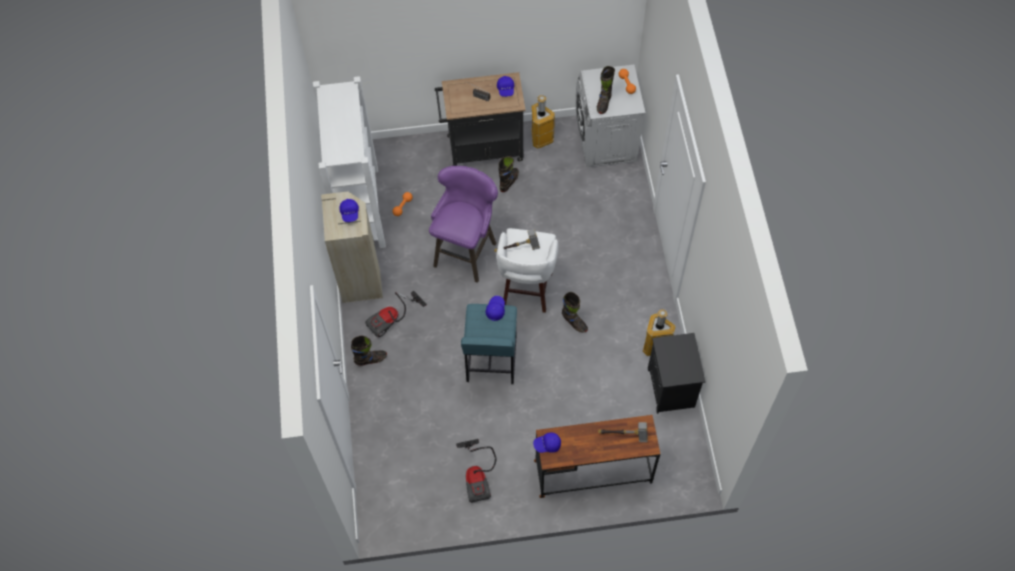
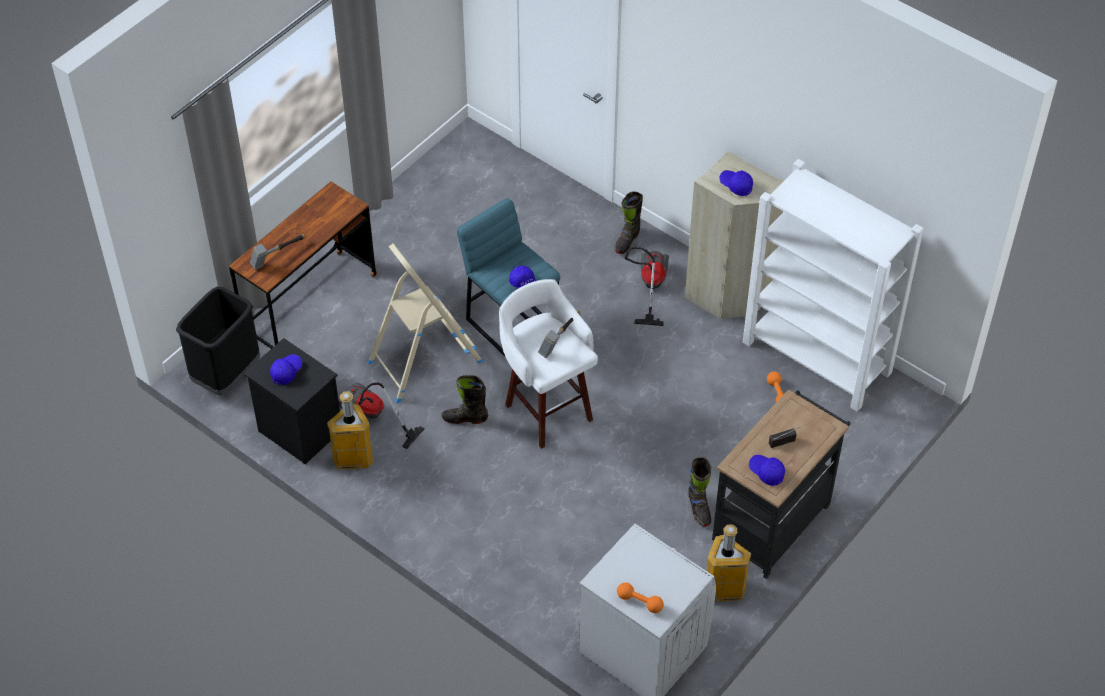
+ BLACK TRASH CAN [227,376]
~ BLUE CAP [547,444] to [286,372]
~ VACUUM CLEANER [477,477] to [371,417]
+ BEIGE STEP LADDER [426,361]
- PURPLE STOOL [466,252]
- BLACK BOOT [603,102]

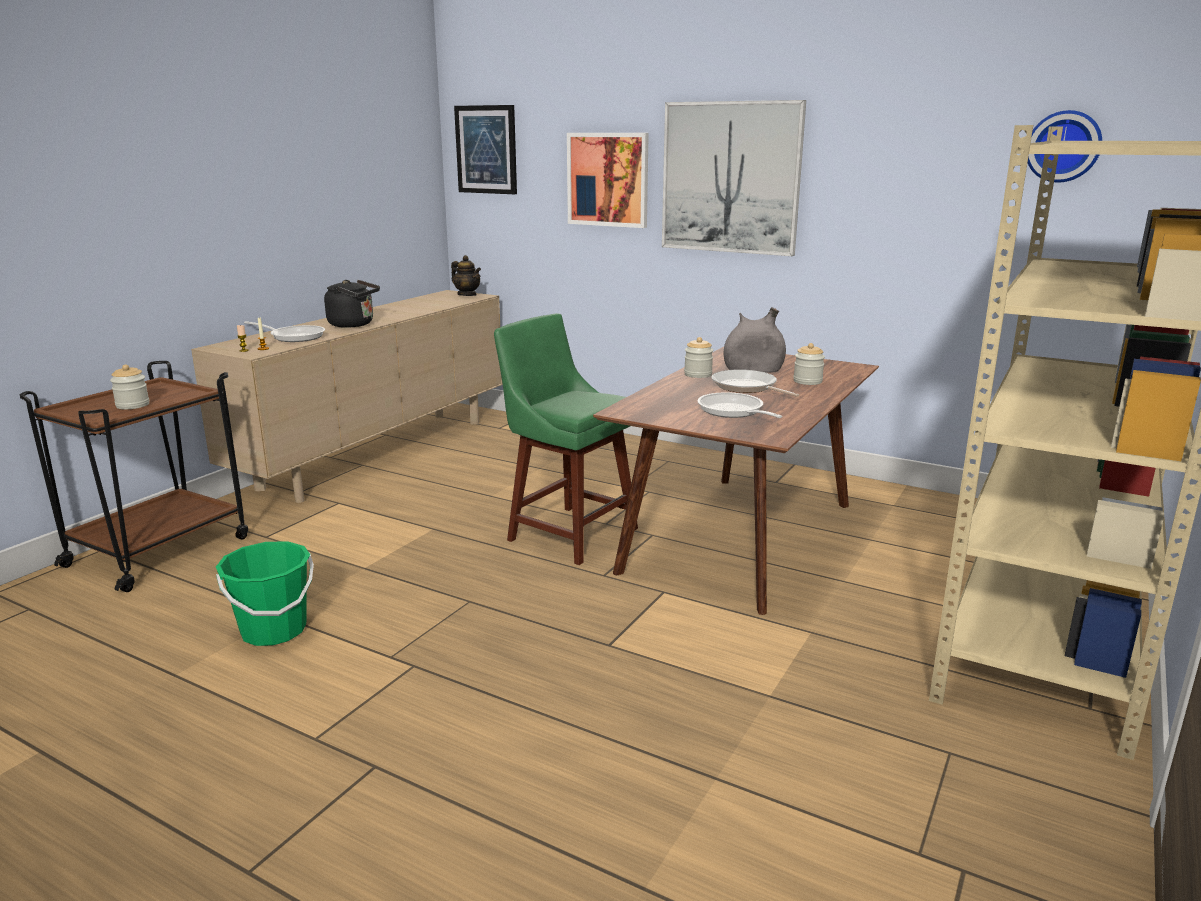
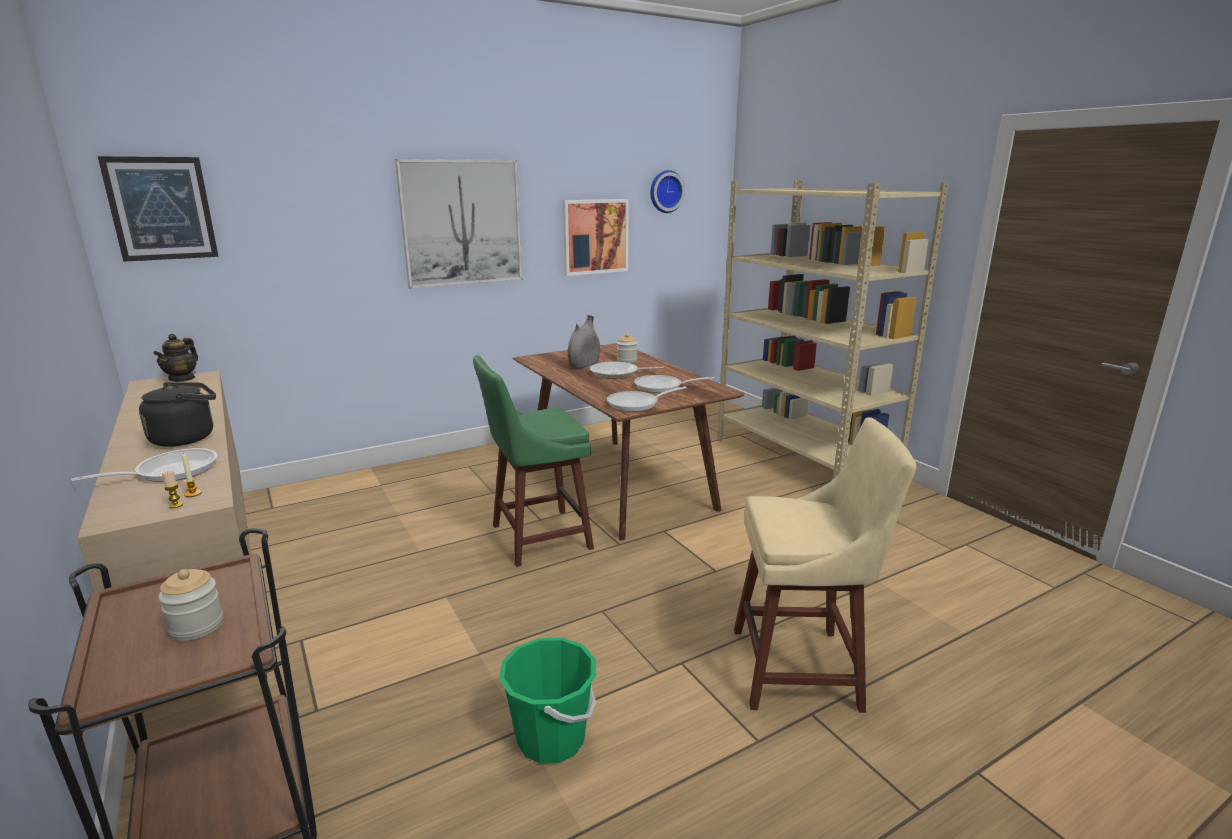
~ TEAPOT [467,295] = [182,378] 120 degrees clockwise
~ PICTURE [608,179] to [595,236]
+ FRYING PAN [637,404]
+ BEIGE CHAIR [803,668]
- JAR [698,374]

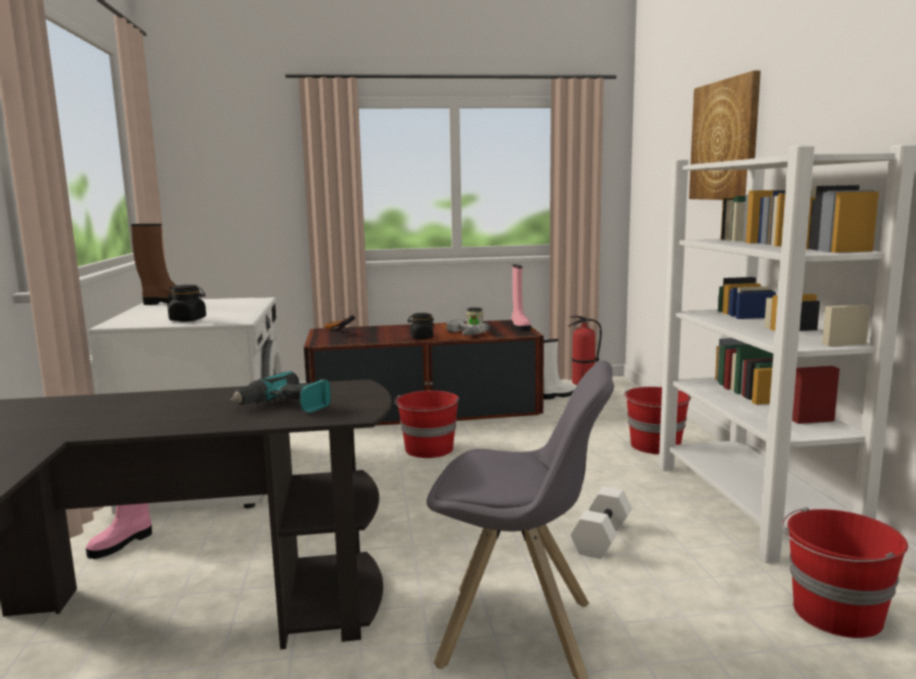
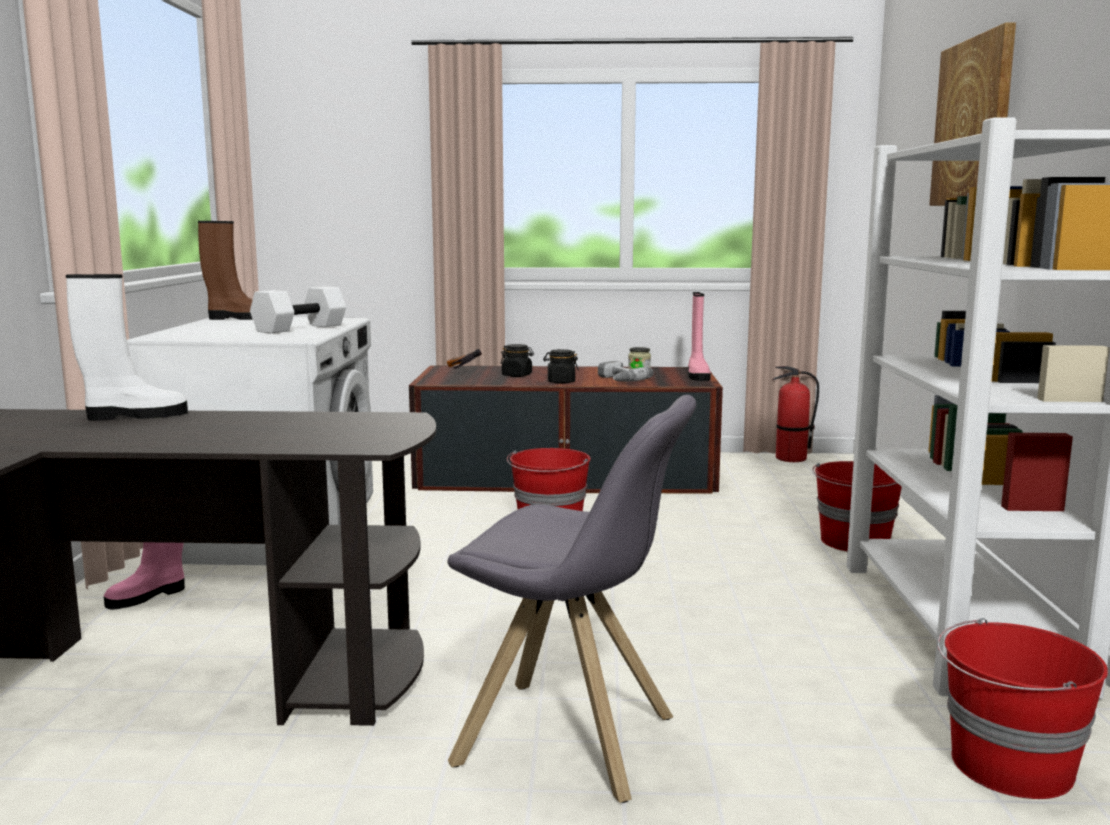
~ WHITE BOOT [557,396] to [134,416]
~ WHITE DUMBBELL [600,537] to [300,328]
~ BLACK JAR [188,320] to [517,375]
- POWER DRILL [285,406]

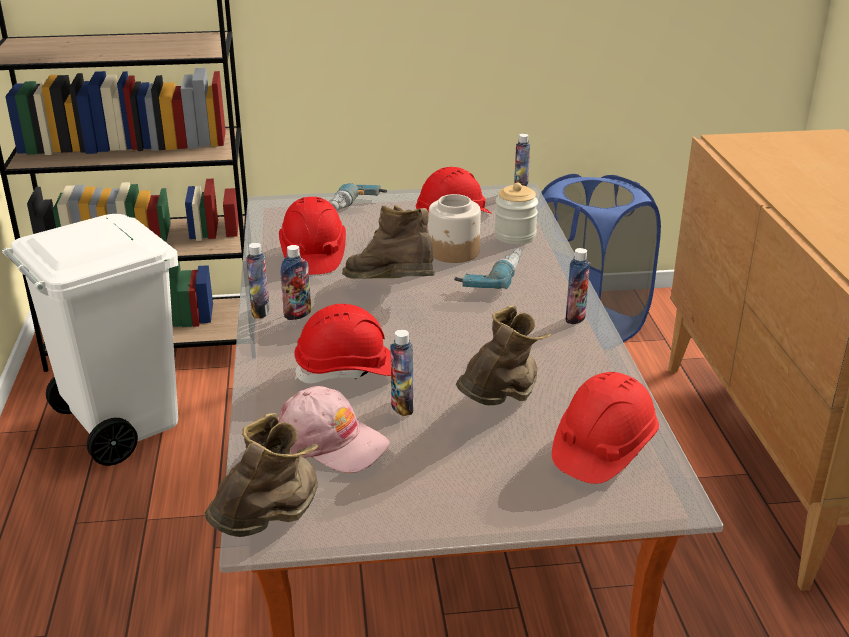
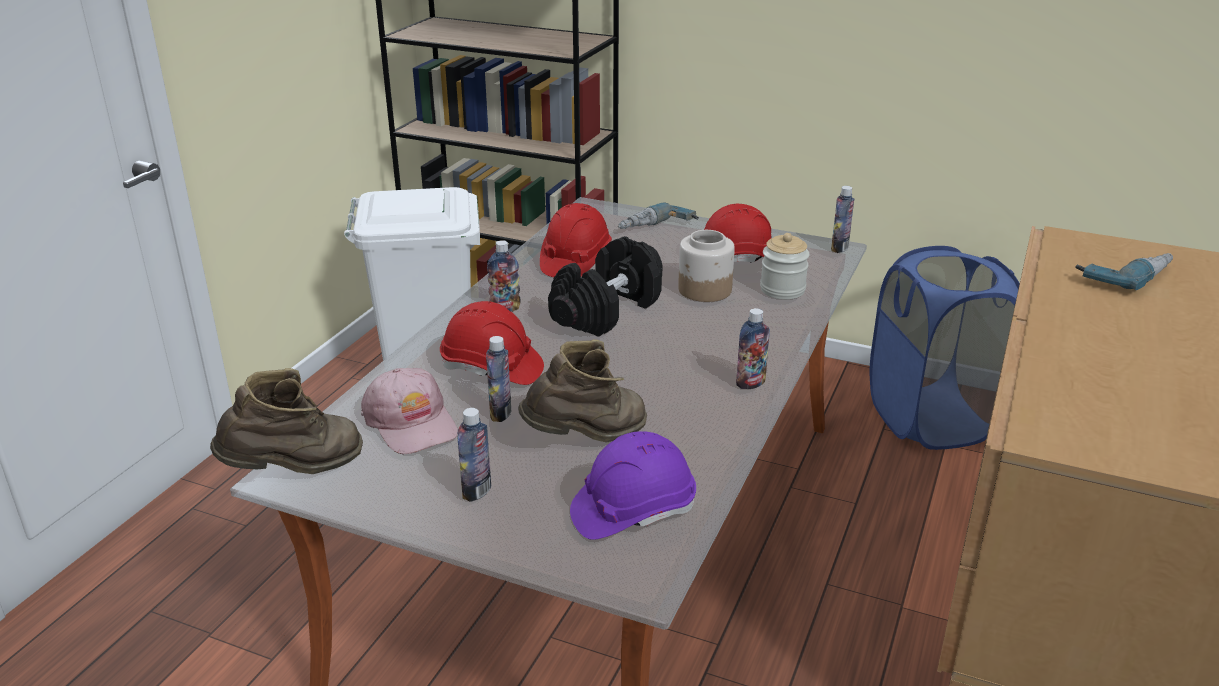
~ BOTTLE [260,312] to [477,491]
~ BROWN BOOT [391,291] to BLACK DUMBBELL [606,310]
~ RED HARD HAT [603,449] to PURPLE HARD HAT [633,511]
~ POWER DRILL [490,276] to [1123,275]

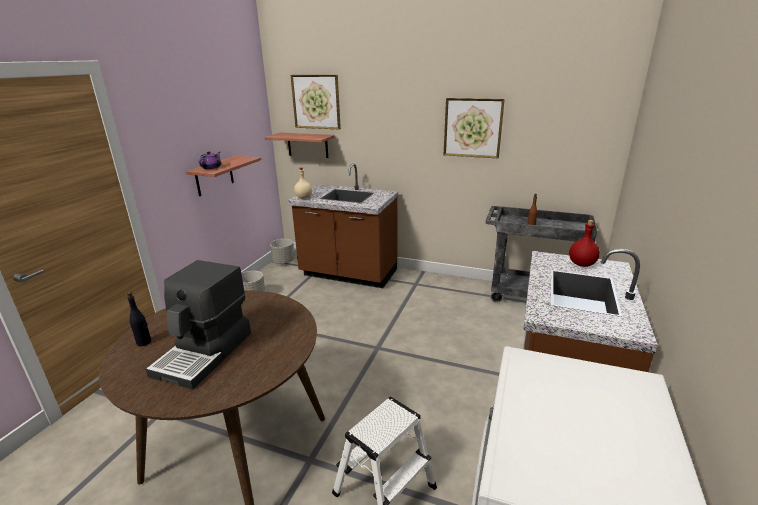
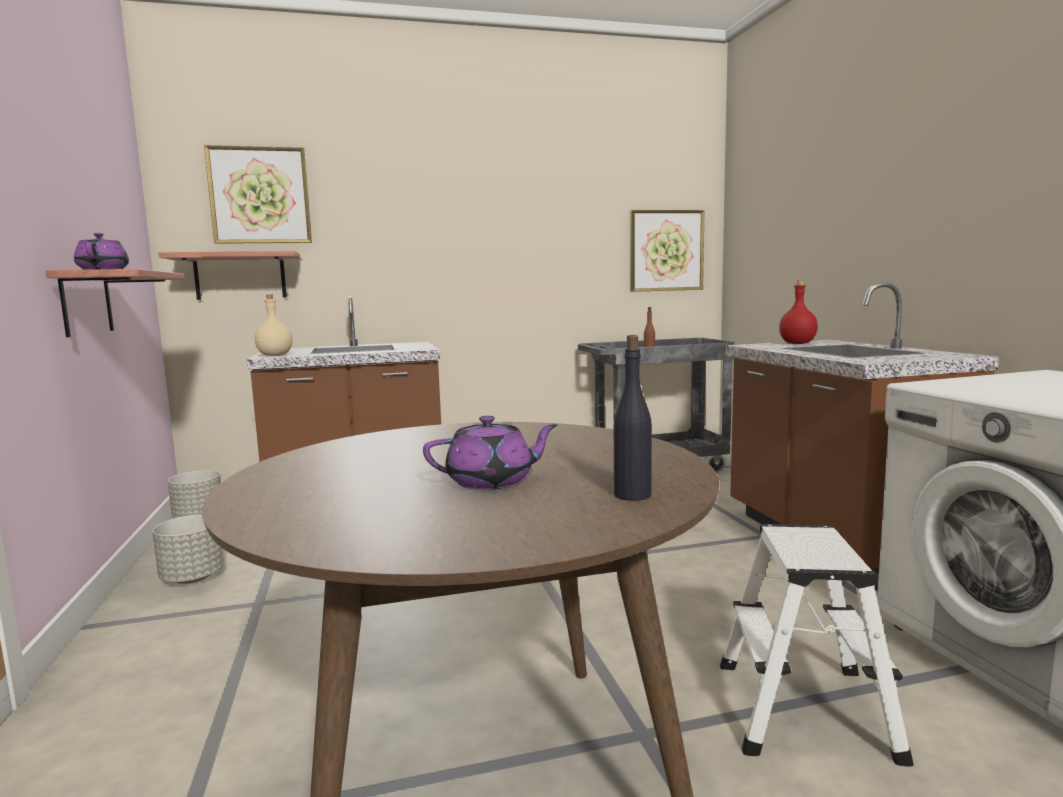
~ COFFEE MACHINE [205,353] to PURPLE TEAPOT [492,482]
~ BLACK BOTTLE [144,342] to [633,495]
~ PICTURE [472,128] to [666,251]

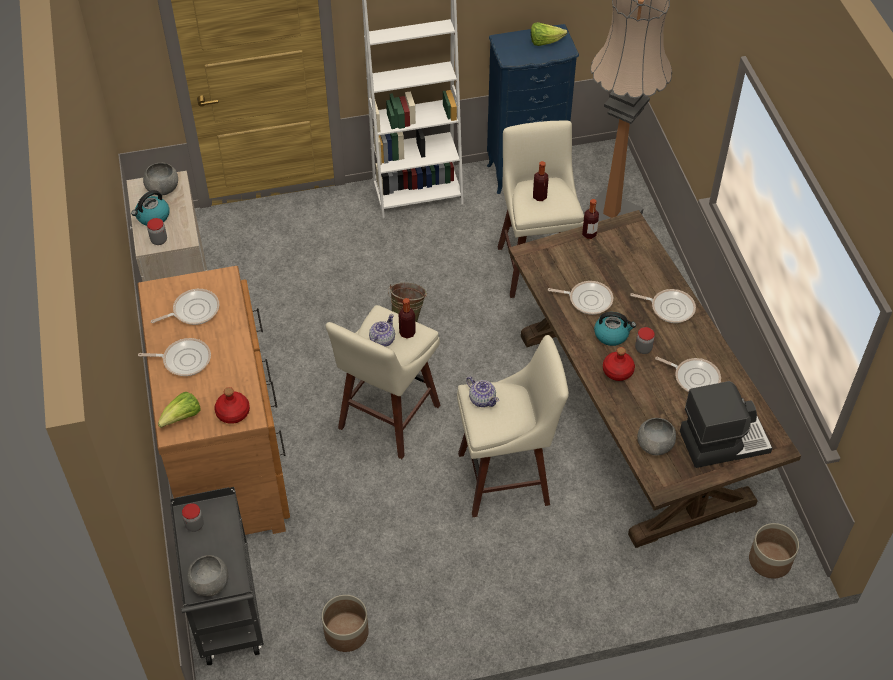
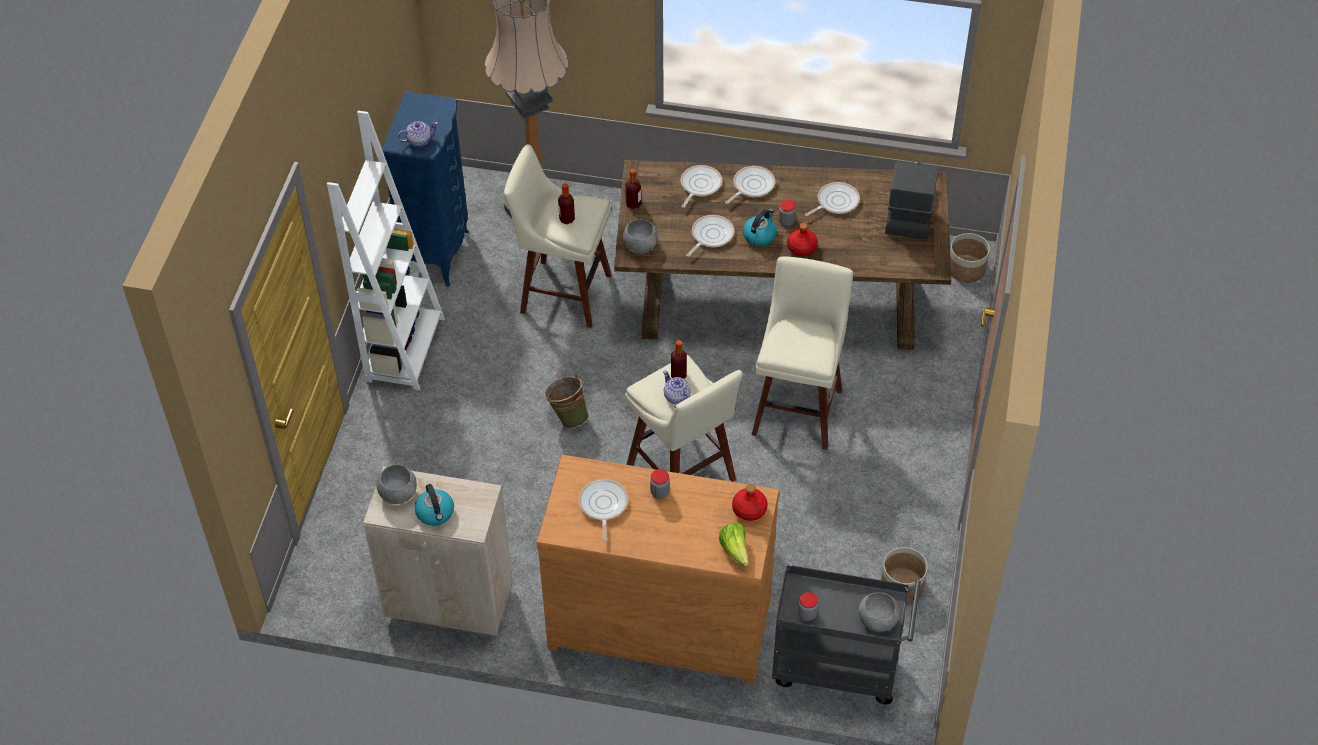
~ TEAPOT [482,399] to [419,140]
~ GREY BOWL [654,445] to [640,246]
~ JAR [159,240] to [660,492]
~ FRYING PAN [184,359] to [699,185]
- LETTUCE [545,42]

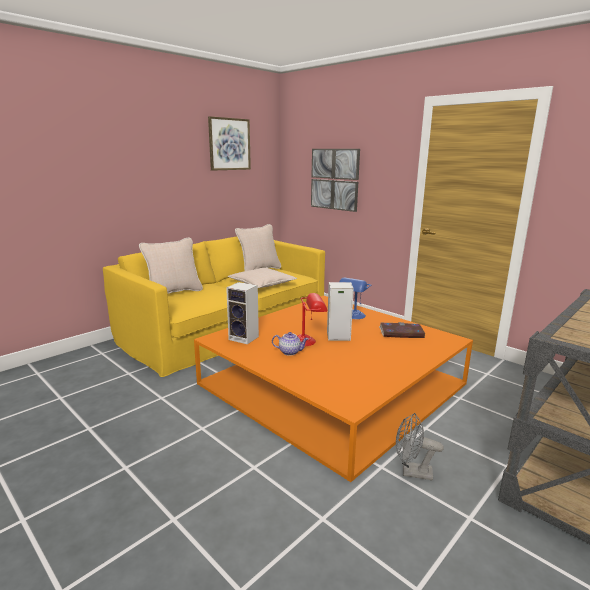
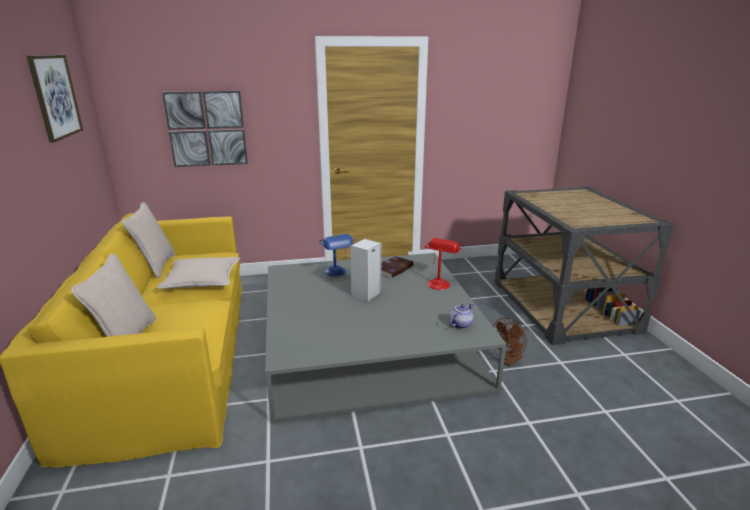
~ ORANGE COFFEE TABLE [332,383] to GREY COFFEE TABLE [368,341]
~ RED TABLE LAMP [308,340] to [439,282]
~ TEAPOT [290,352] to [460,324]
~ GREY FAN [412,472] to BROWN FAN [508,361]
- SPEAKER [245,338]

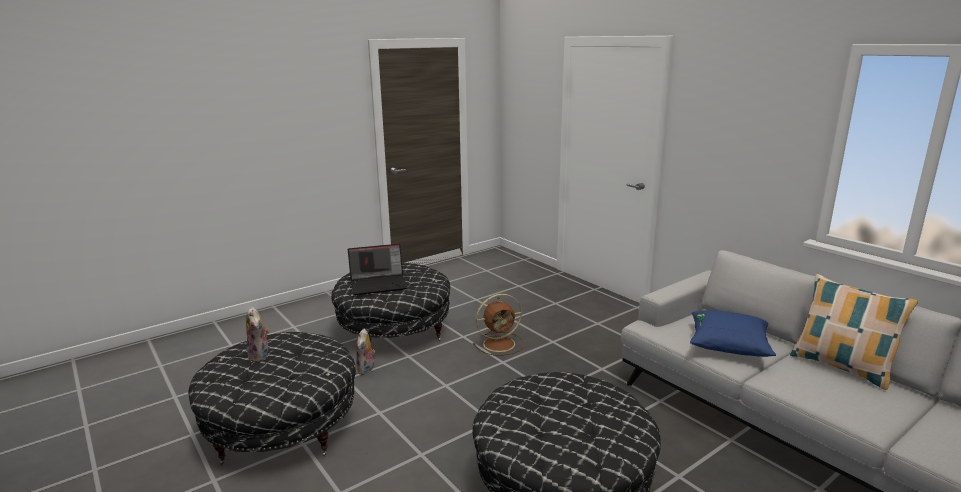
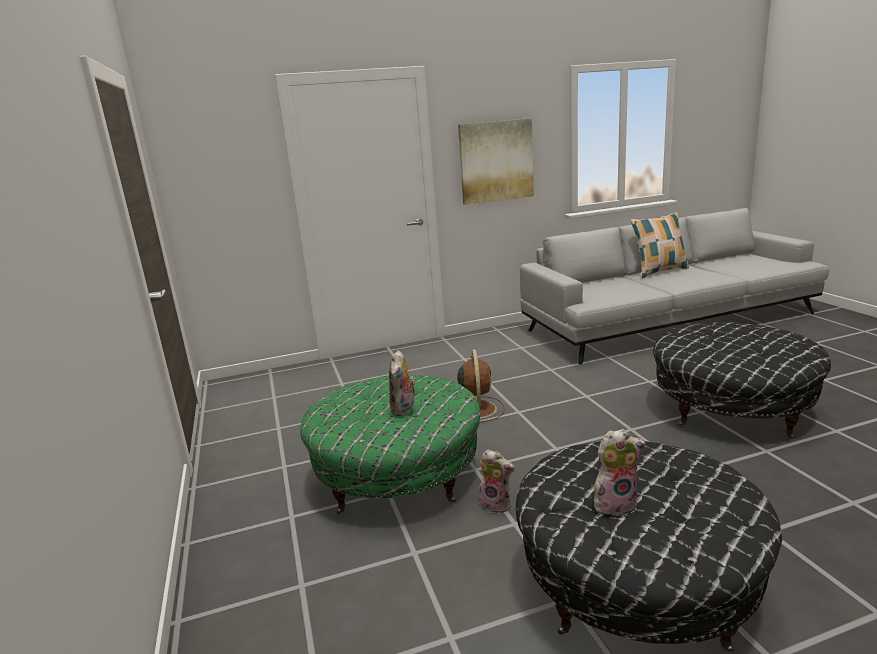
~ BLACK OTTOMAN [394,331] to GREEN OTTOMAN [398,476]
~ LAPTOP [379,284] to PLUSH TOY [404,410]
+ PICTURE [496,161]
- BLUE PILLOW [728,346]

